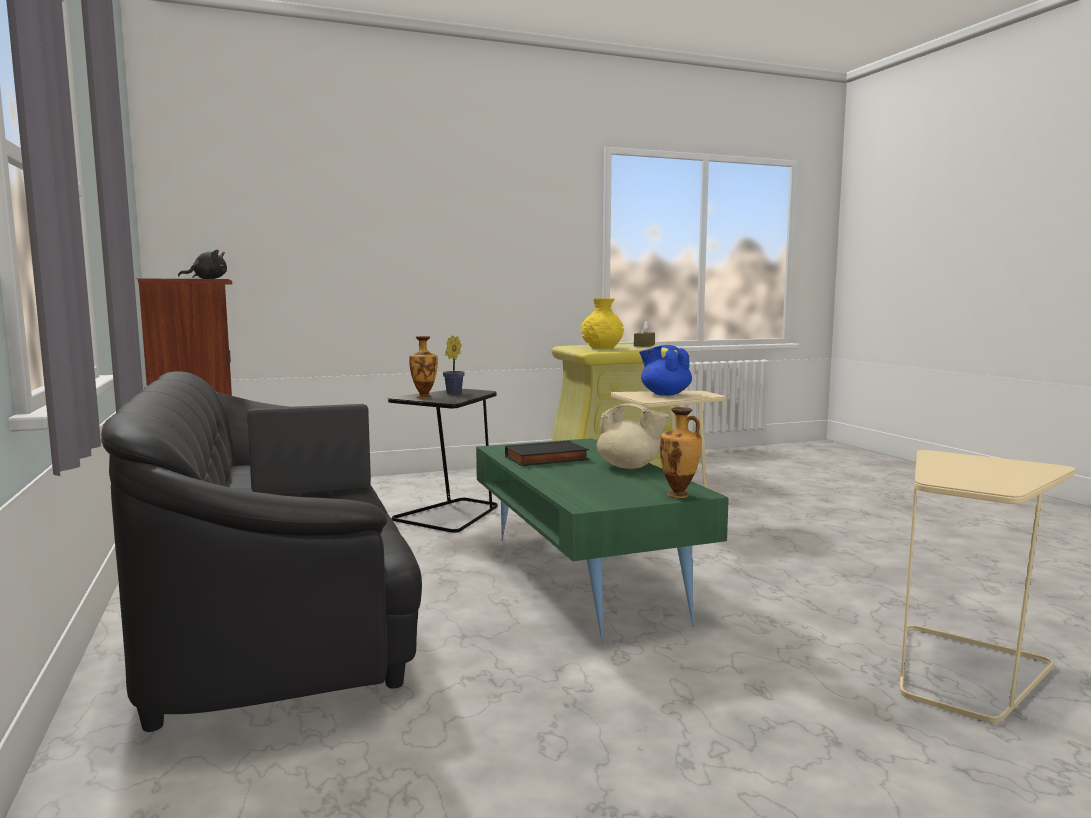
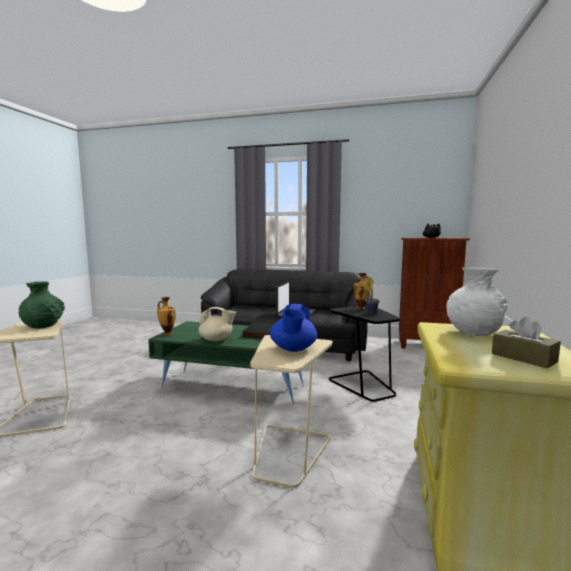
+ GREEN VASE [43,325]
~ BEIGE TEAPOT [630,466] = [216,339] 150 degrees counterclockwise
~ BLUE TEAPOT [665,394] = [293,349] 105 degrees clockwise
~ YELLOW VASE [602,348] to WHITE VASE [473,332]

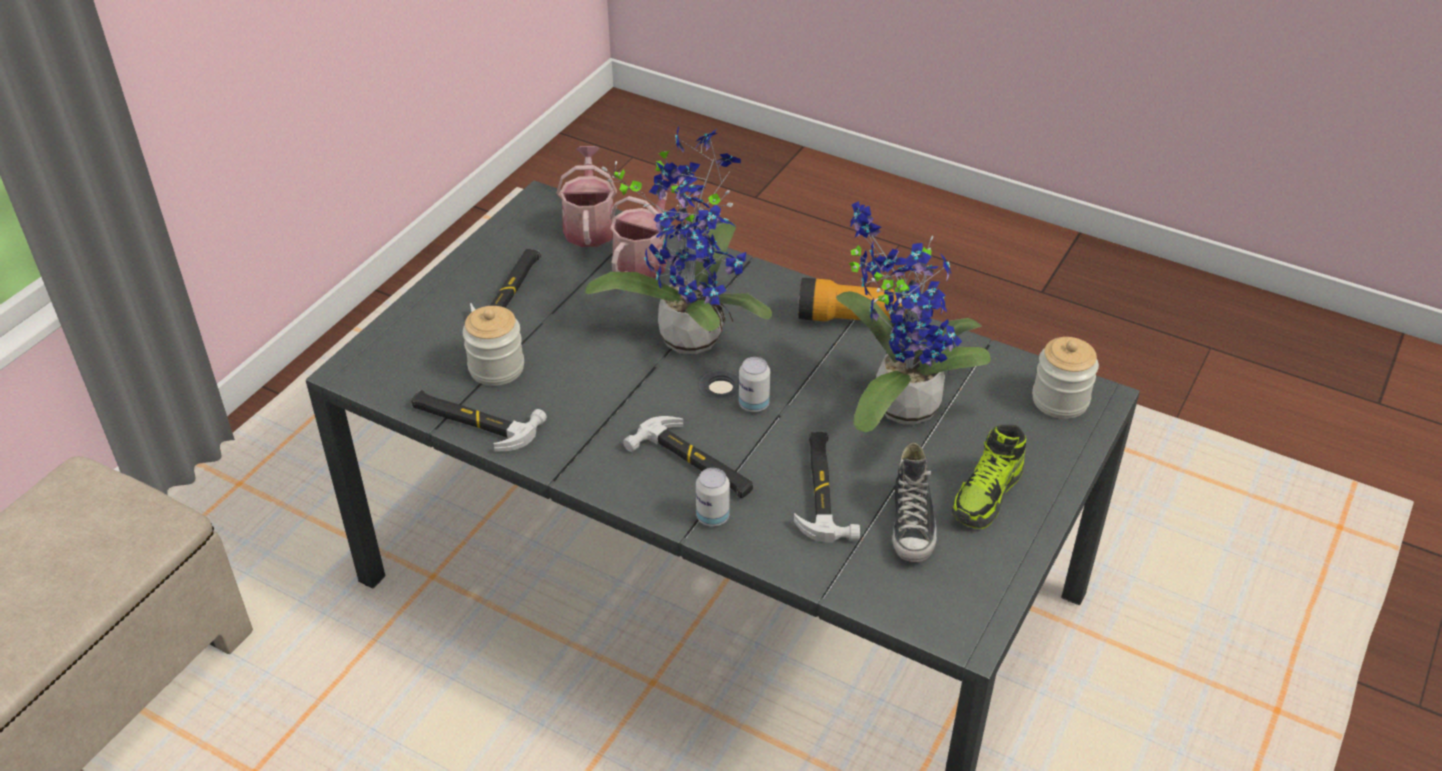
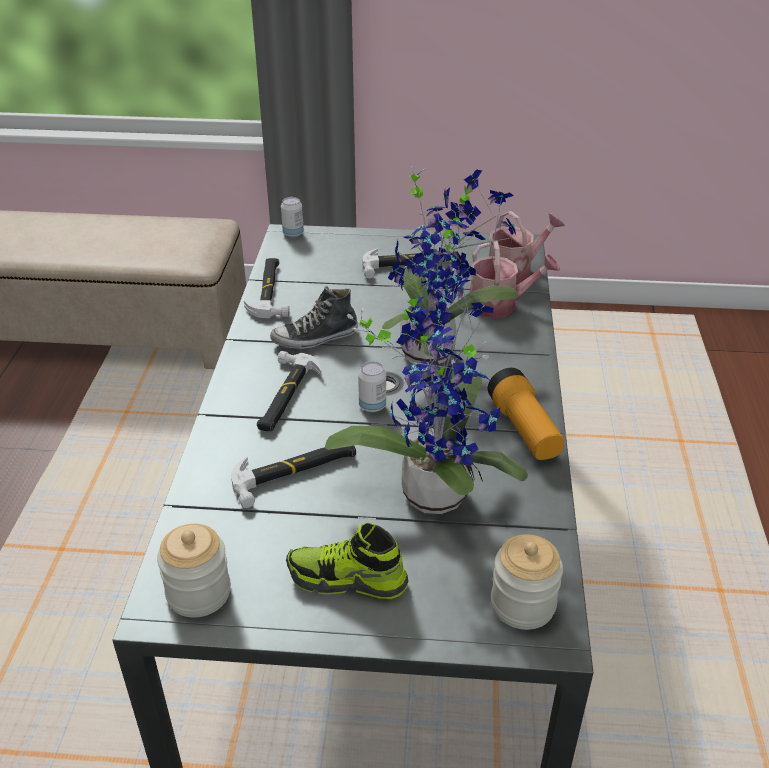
~ JAR [496,368] to [198,593]
~ SHOE [912,524] to [315,338]
~ CAN [712,517] to [293,233]

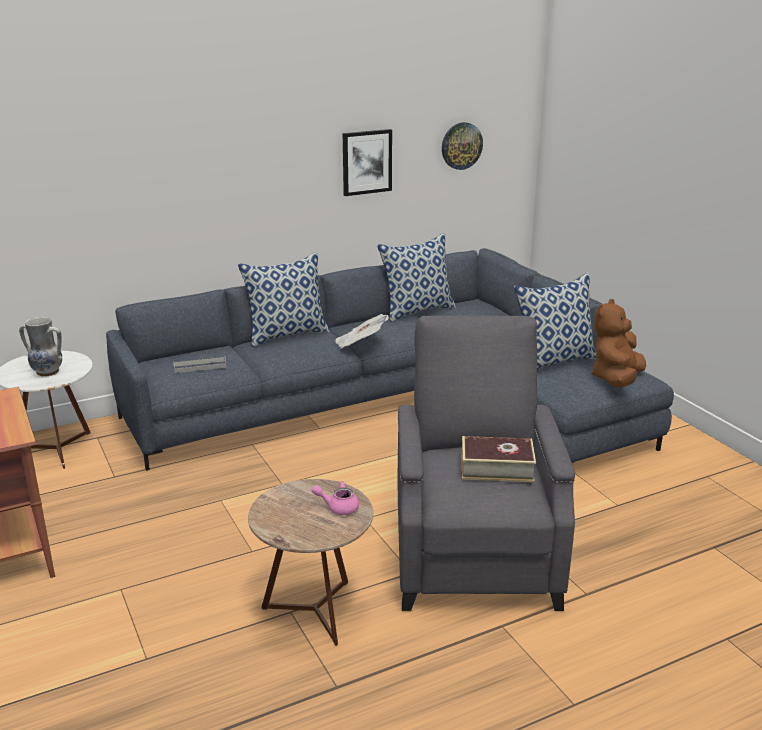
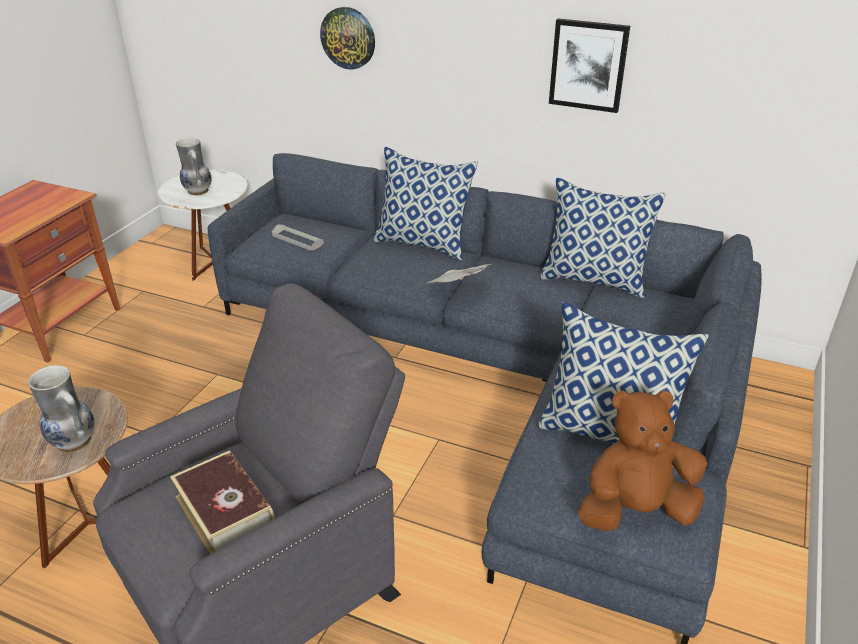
~ PINK TEAPOT [338,507] to VASE [73,442]
~ WALL CLOCK [461,145] to [348,38]

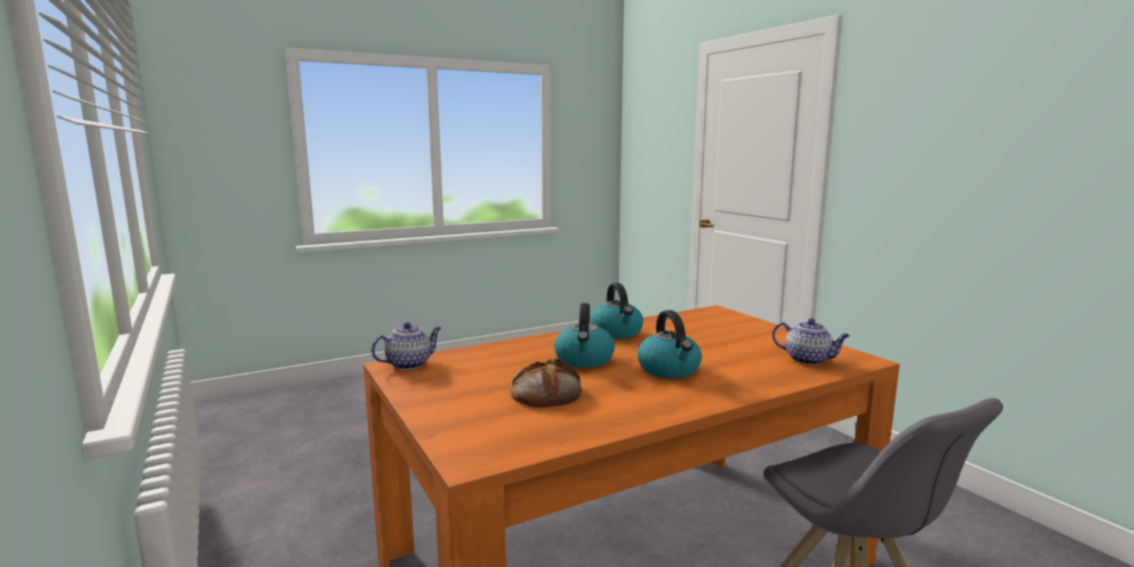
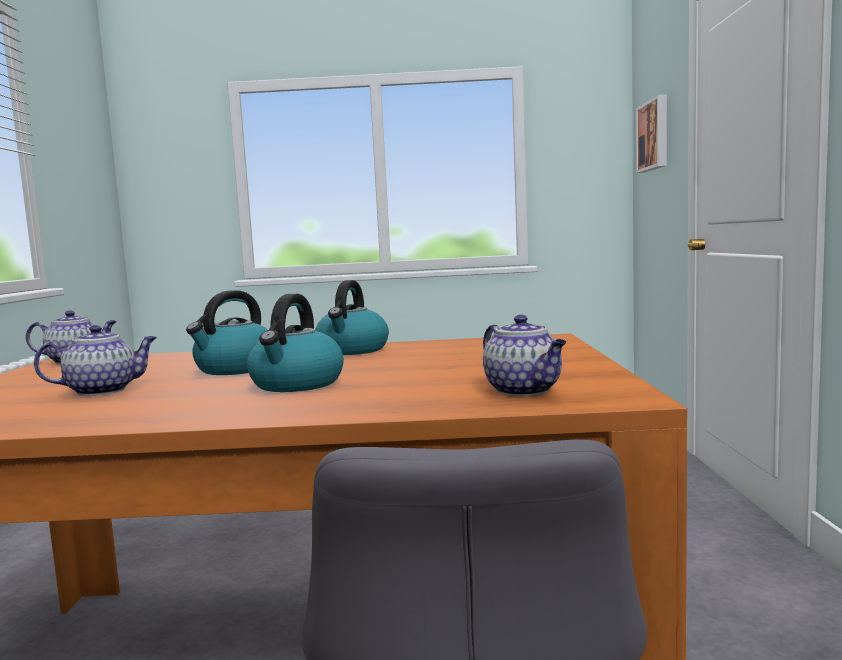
~ BREAD [546,392] to TEAPOT [104,390]
+ PICTURE [654,135]

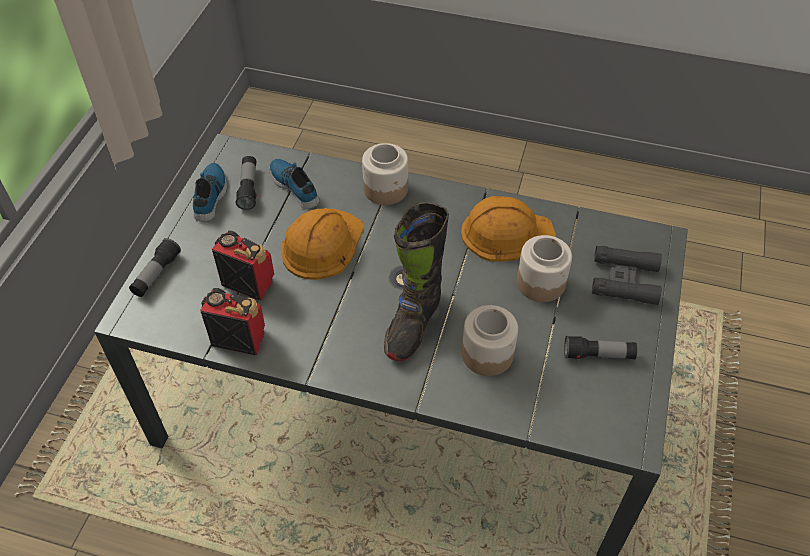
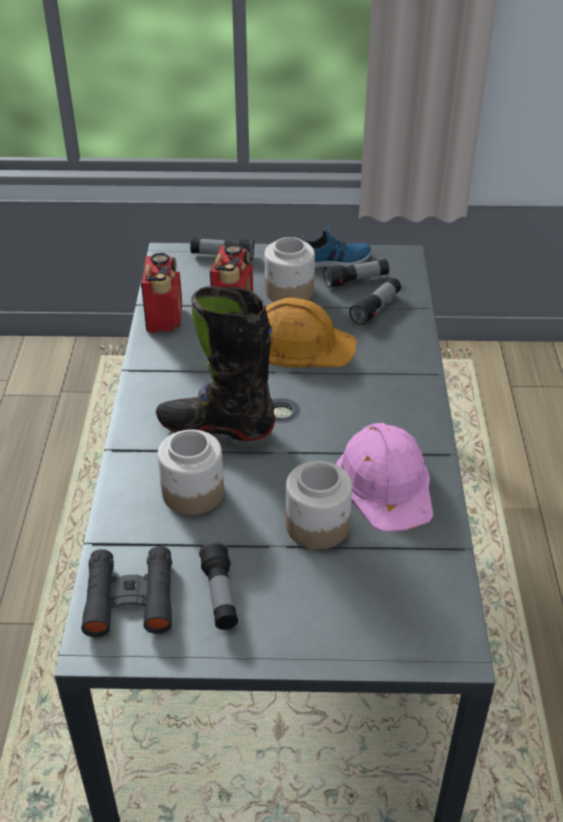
~ BLACK BINOCULARS [624,280] to [130,598]
~ JAR [386,189] to [289,291]
~ ORANGE HARD HAT [506,234] to PINK HARD HAT [386,483]
~ SHOE [295,186] to FLASHLIGHT [376,308]

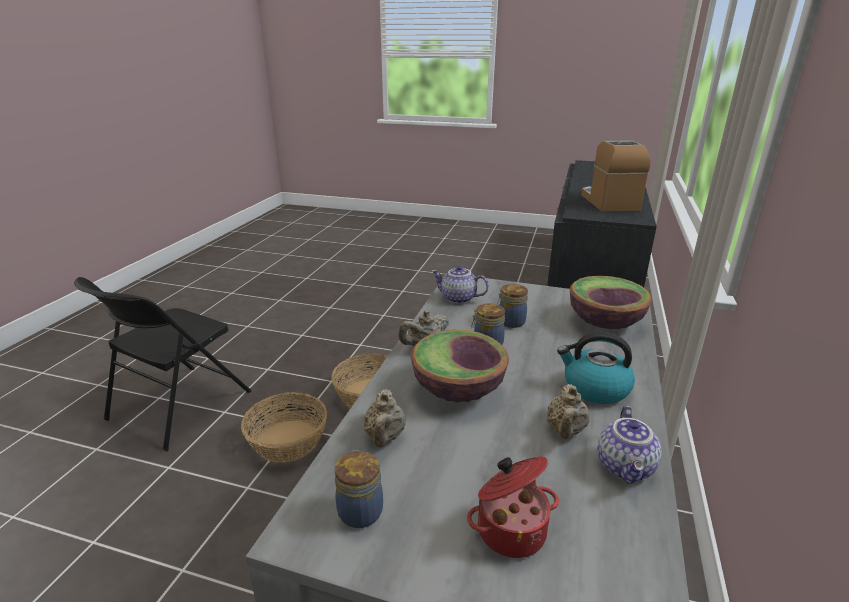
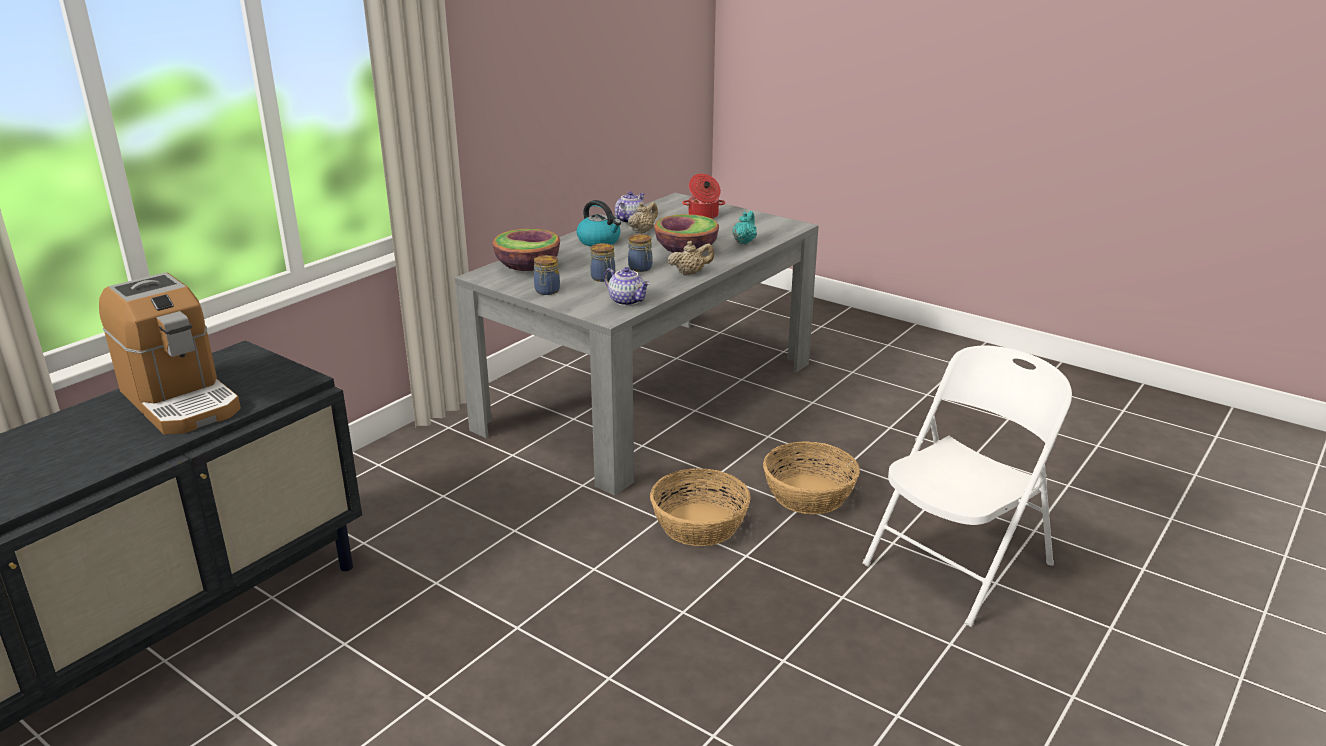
~ COFFEE MACHINE [609,202] = [180,400] 60 degrees counterclockwise
~ JAR [360,510] to [547,291]
~ BEIGE TEAPOT [385,437] to TURQUOISE TEAPOT [744,242]
~ BLACK CHAIR [180,405] to WHITE CHAIR [958,564]

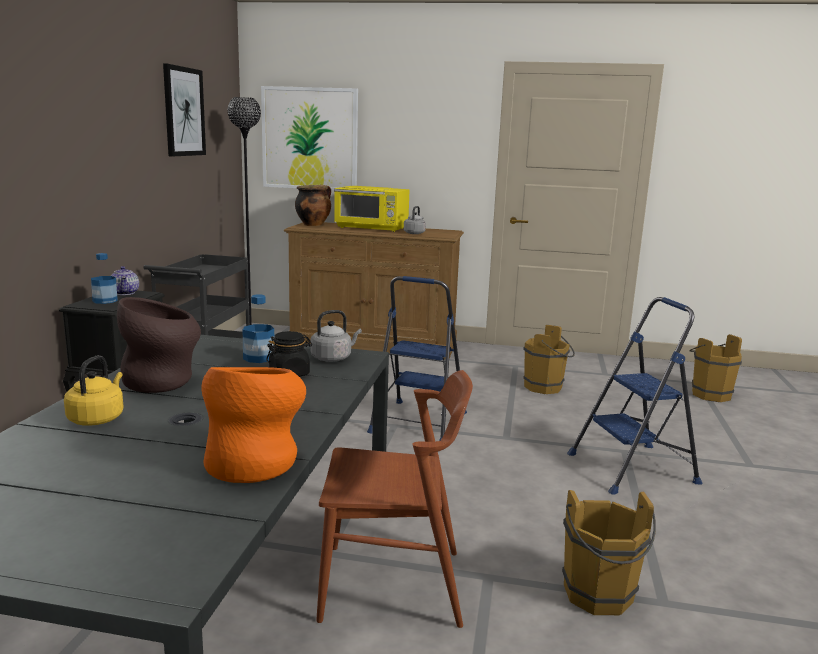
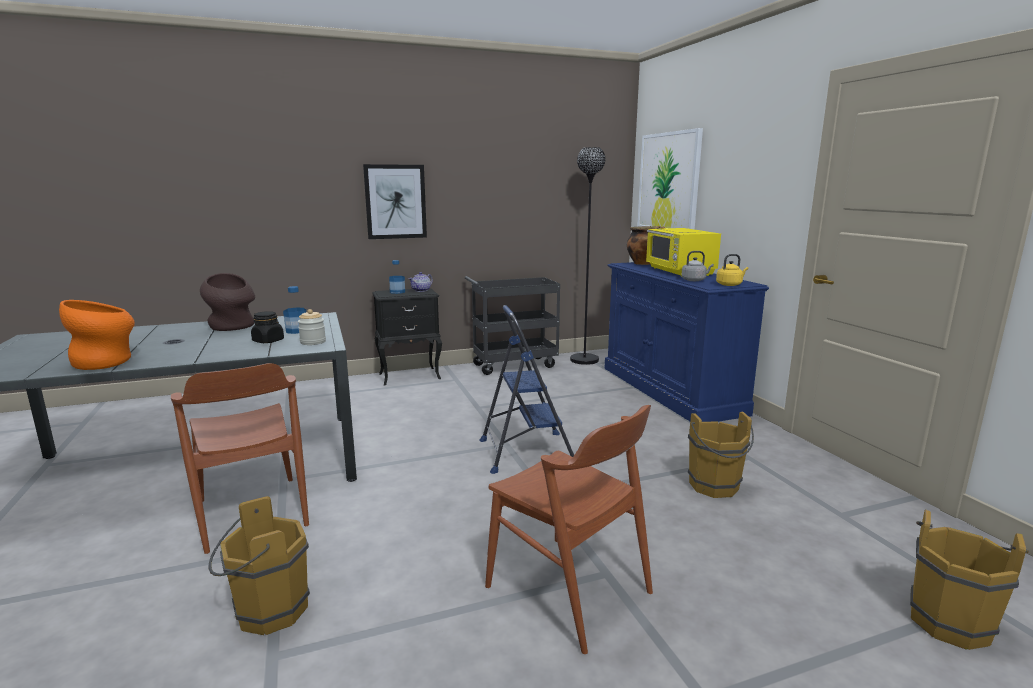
~ GREY KETTLE [333,358] to JAR [313,342]
~ PICTURE [183,112] to [395,202]
~ BLUE STEP LADDER [635,467] to BROWN CHAIR [569,589]
~ BROWN CABINET [374,343] to BLUE CABINET [670,390]
~ YELLOW KETTLE [98,418] to [730,284]

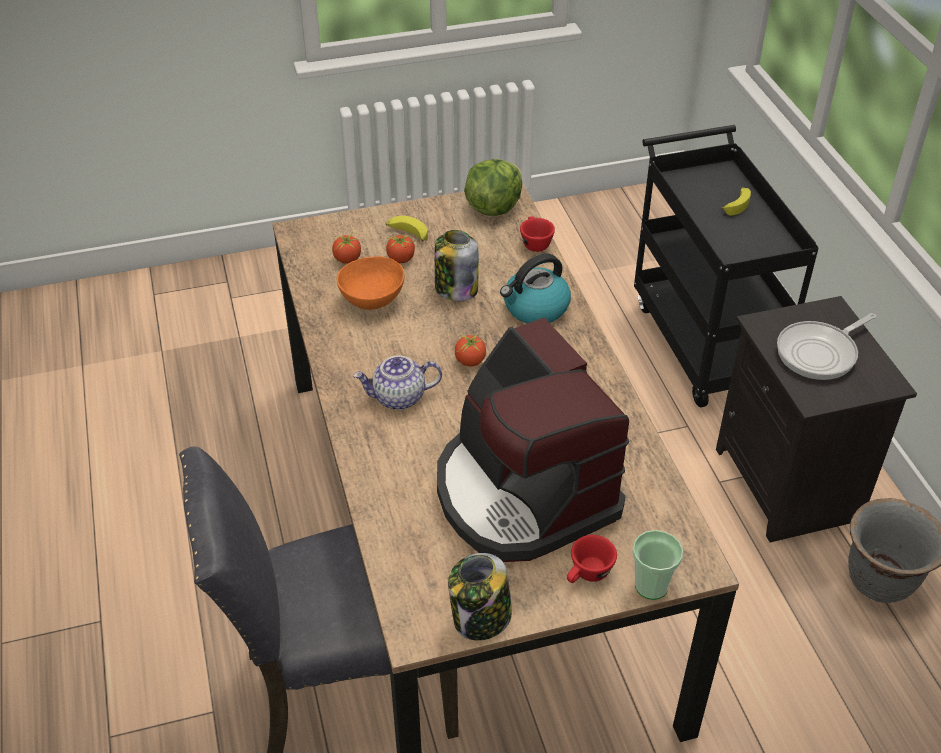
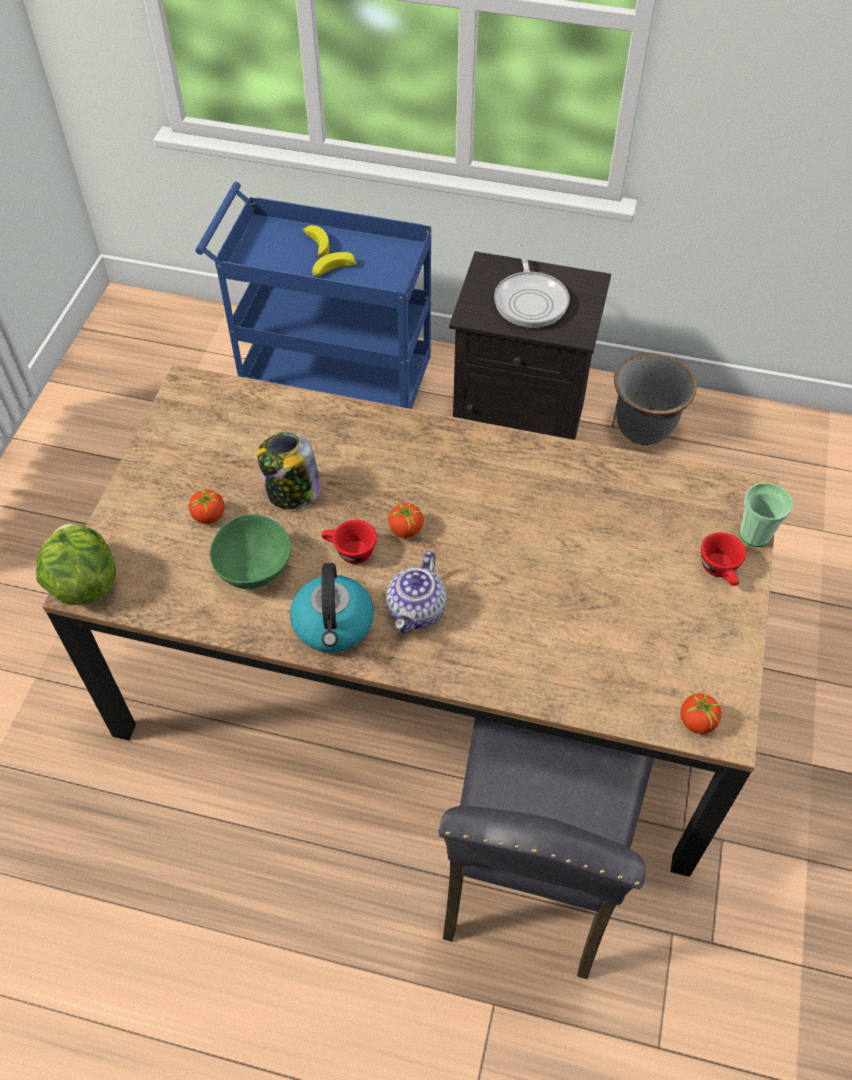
~ LETTUCE [493,207] to [83,583]
~ BLACK CART [699,346] to BLUE CART [331,391]
~ ORANGE BOWL [374,300] to GREEN BOWL [255,568]
~ KETTLE [535,308] to [334,625]
~ BANANA [407,234] to [333,271]
~ RED CUP [534,242] to [349,552]
~ TOMATO [347,259] to [696,721]
- COFFEE MACHINE [523,493]
- JAR [481,618]

